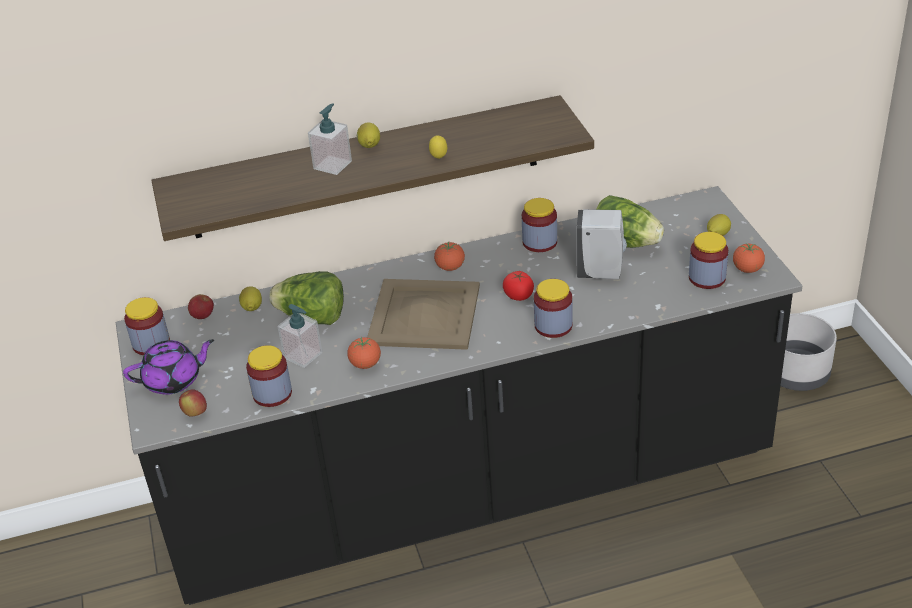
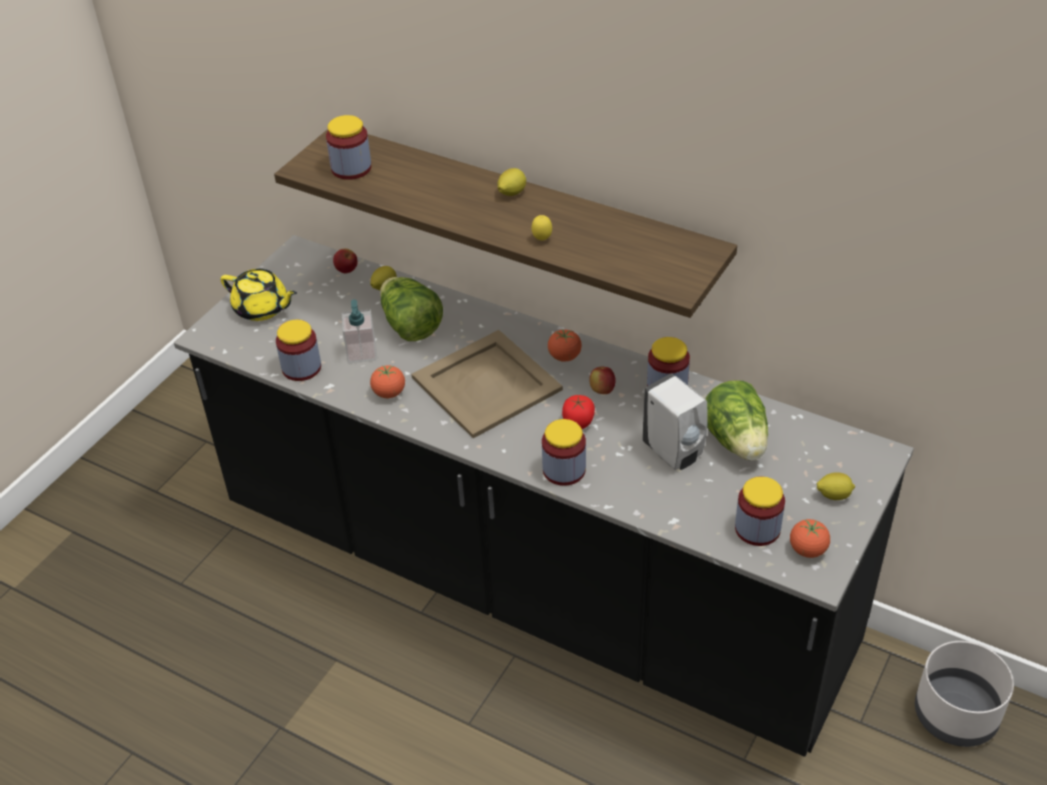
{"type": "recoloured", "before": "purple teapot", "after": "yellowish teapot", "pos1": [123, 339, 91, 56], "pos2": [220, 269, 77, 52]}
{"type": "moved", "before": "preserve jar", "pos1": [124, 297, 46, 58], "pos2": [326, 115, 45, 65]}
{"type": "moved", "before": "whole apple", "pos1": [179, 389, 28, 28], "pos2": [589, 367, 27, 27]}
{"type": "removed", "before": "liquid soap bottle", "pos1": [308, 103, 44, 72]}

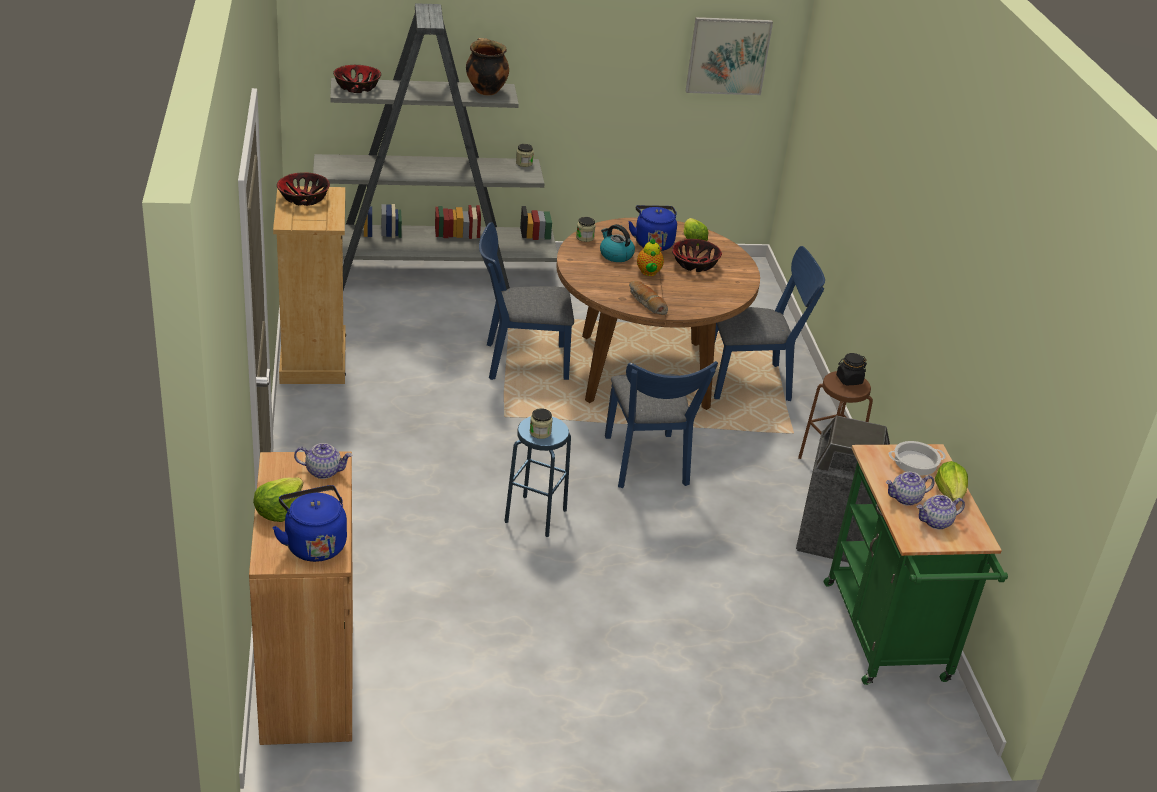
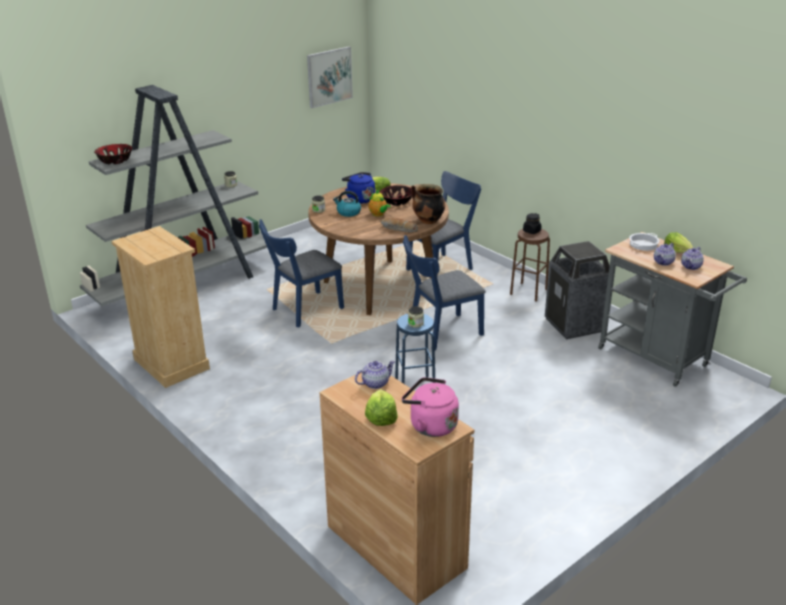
{"type": "recoloured", "before": "bluish kettle", "after": "pink-coloured kettle", "pos1": [272, 485, 75, 77], "pos2": [402, 377, 57, 60]}
{"type": "turned", "before": "bluish upright chair", "pos1": [605, 361, 113, 127], "pos2": [403, 235, 83, 115], "turn": 105}
{"type": "moved", "before": "cooking pot", "pos1": [466, 38, 43, 58], "pos2": [411, 184, 34, 40]}
{"type": "recoloured", "before": "greenish trolley", "after": "grey trolley", "pos1": [824, 444, 184, 241], "pos2": [598, 232, 149, 155]}
{"type": "removed", "before": "serving bowl", "pos1": [277, 172, 53, 34]}

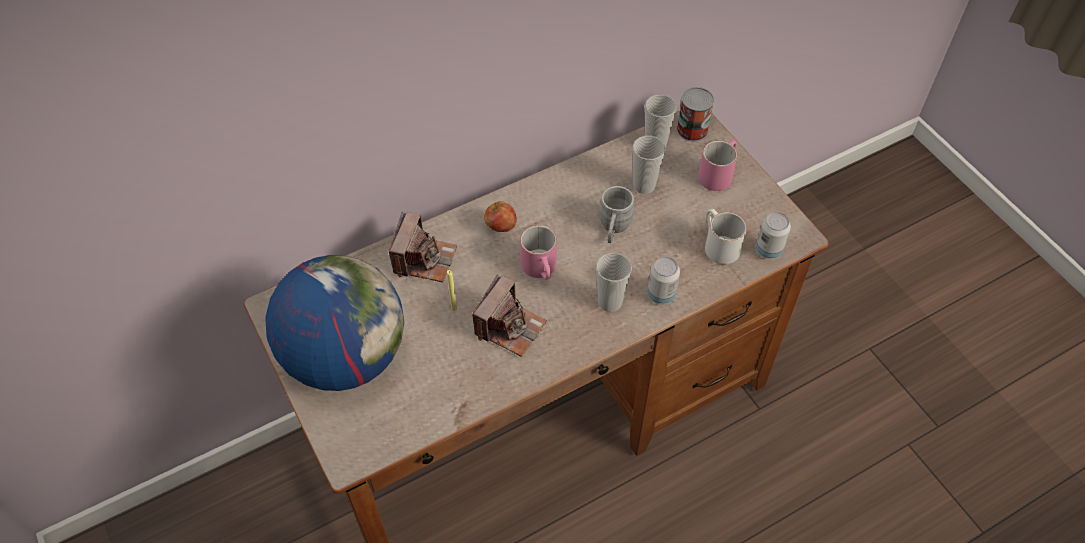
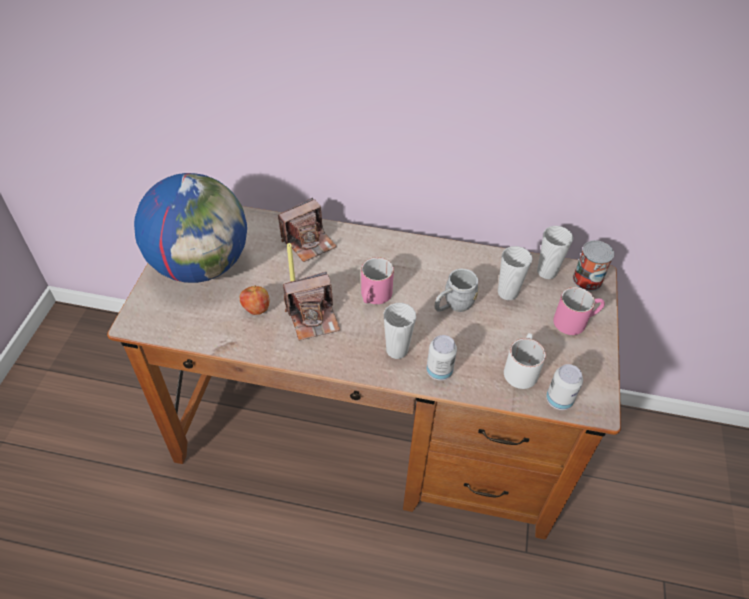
{"type": "moved", "before": "whole apple", "pos1": [484, 201, 33, 31], "pos2": [240, 285, 29, 30]}

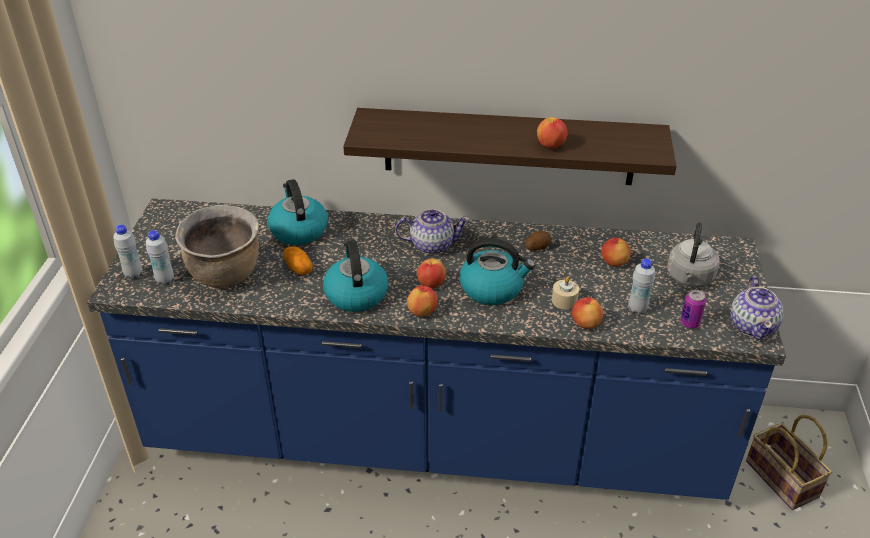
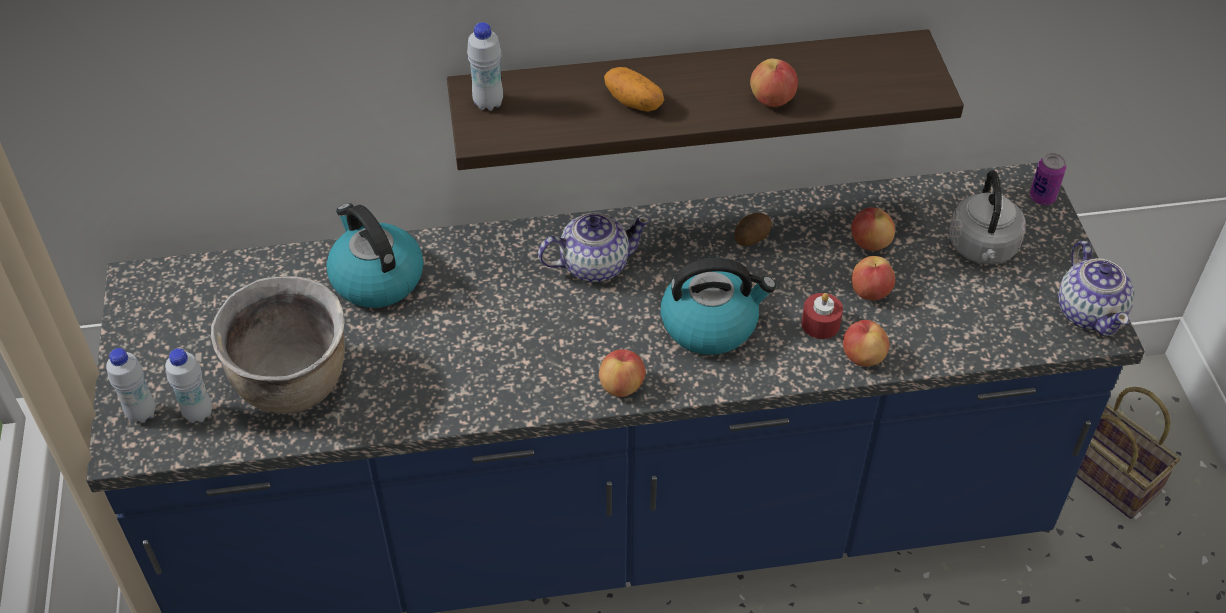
{"type": "moved", "before": "whitish drink bottle", "pos1": [628, 258, 27, 56], "pos2": [467, 22, 36, 89]}
{"type": "moved", "before": "potato", "pos1": [283, 246, 30, 29], "pos2": [604, 67, 60, 45]}
{"type": "recoloured", "before": "beige candle", "after": "reddish candle", "pos1": [552, 277, 27, 33], "pos2": [801, 293, 42, 46]}
{"type": "moved", "before": "whole apple", "pos1": [417, 259, 29, 29], "pos2": [852, 256, 43, 44]}
{"type": "moved", "before": "can", "pos1": [680, 290, 26, 39], "pos2": [1029, 153, 37, 52]}
{"type": "removed", "before": "kettle", "pos1": [323, 240, 65, 72]}

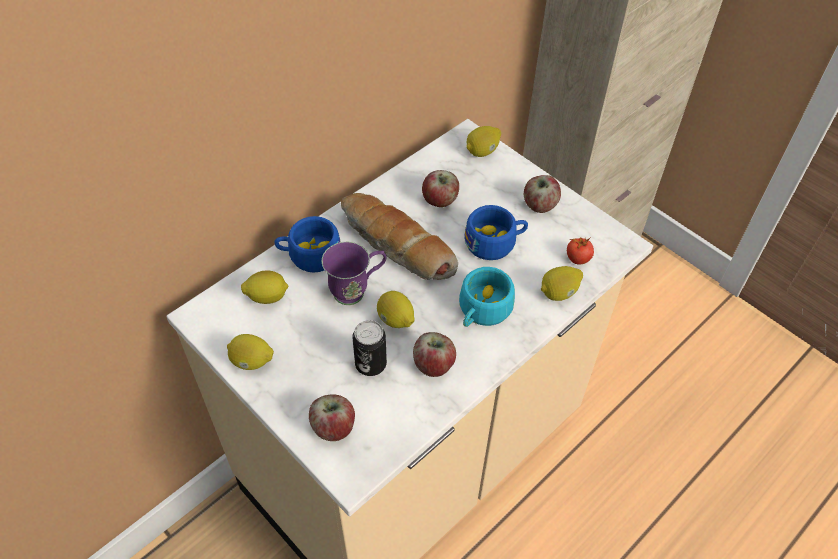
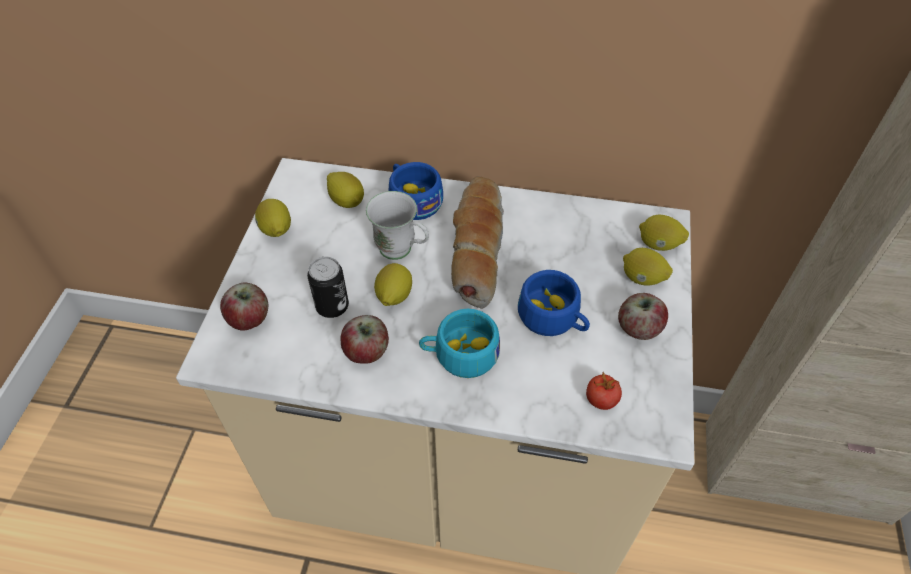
{"type": "recoloured", "before": "purple tea mug", "after": "whitish tea mug", "pos1": [321, 242, 65, 63], "pos2": [366, 191, 63, 69]}
{"type": "moved", "before": "lemon", "pos1": [541, 266, 42, 35], "pos2": [623, 248, 50, 38]}
{"type": "removed", "before": "whole apple", "pos1": [422, 170, 37, 37]}

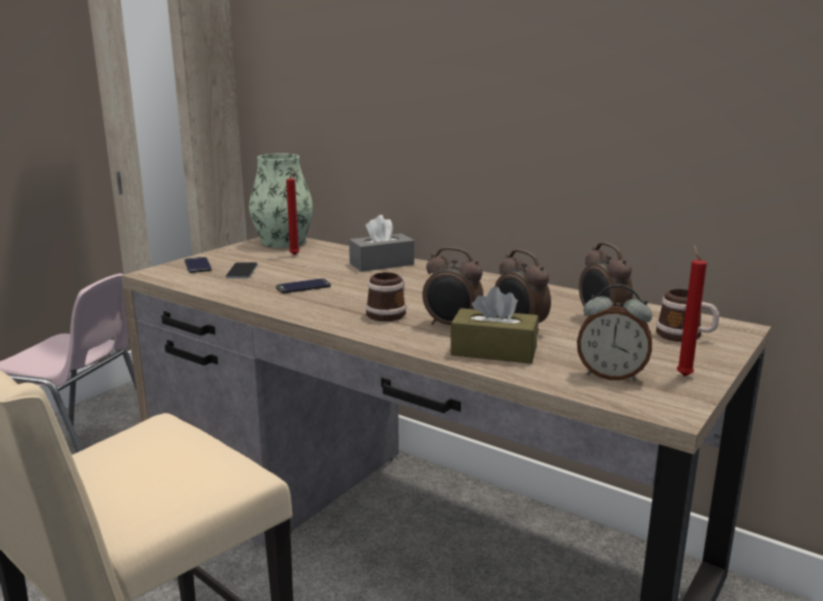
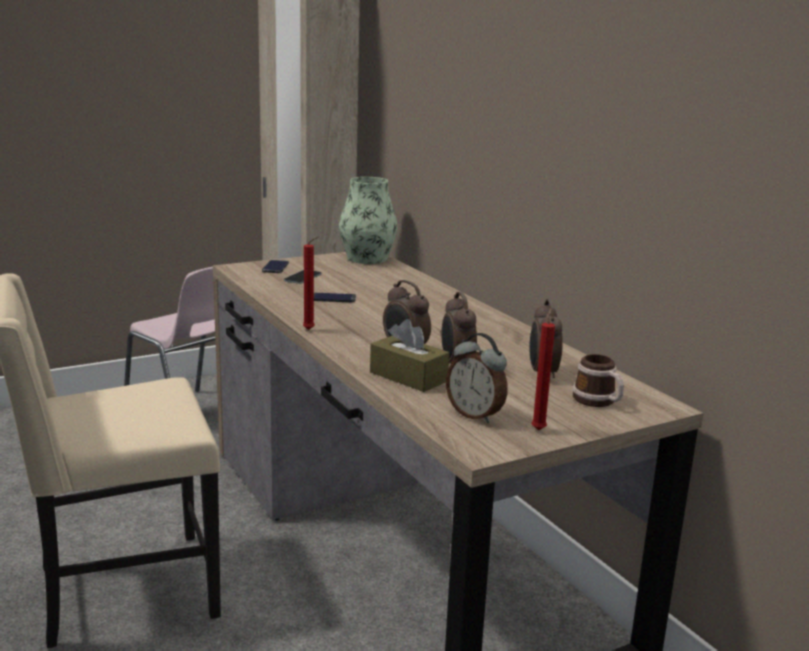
{"type": "moved", "before": "reddish candle", "pos1": [286, 170, 14, 85], "pos2": [303, 236, 16, 94]}
{"type": "removed", "before": "grey tissue holder", "pos1": [349, 215, 65, 57]}
{"type": "removed", "before": "tea mug", "pos1": [365, 272, 42, 49]}

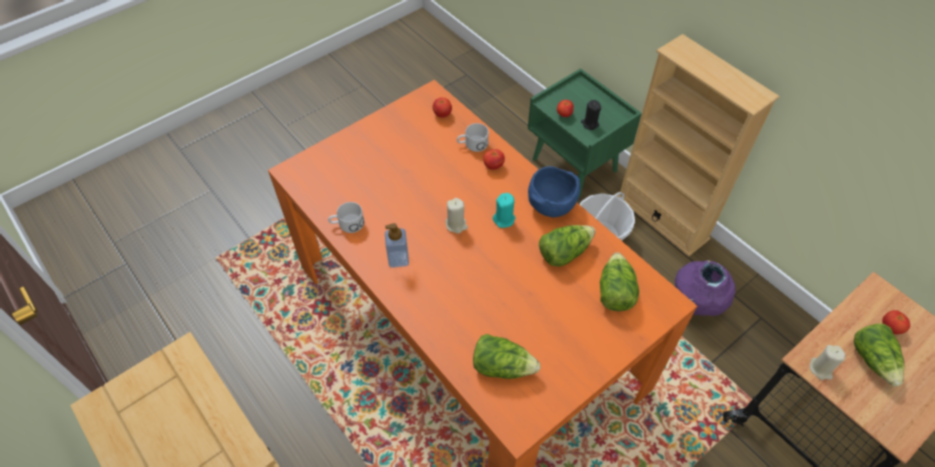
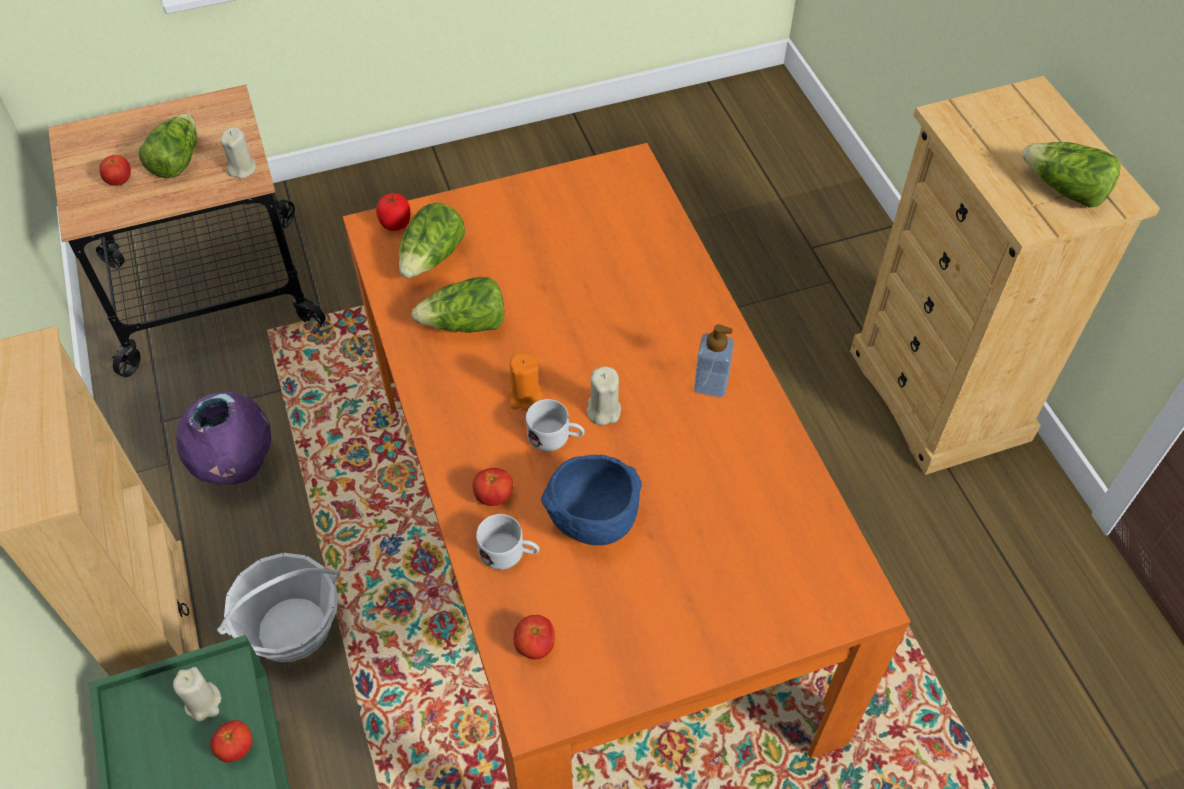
{"type": "recoloured", "before": "black-coloured candle", "after": "beige candle", "pos1": [581, 100, 20, 30], "pos2": [173, 667, 48, 54]}
{"type": "added", "after": "fresh tomato", "pos2": [376, 193, 34, 38]}
{"type": "recoloured", "before": "turquoise-coloured candle", "after": "orangey candle", "pos1": [493, 193, 22, 35], "pos2": [507, 353, 37, 57]}
{"type": "moved", "before": "whitish tea mug", "pos1": [328, 202, 36, 31], "pos2": [526, 399, 59, 52]}
{"type": "moved", "before": "bluish serving bowl", "pos1": [528, 166, 52, 51], "pos2": [541, 454, 101, 91]}
{"type": "moved", "before": "lettuce head", "pos1": [473, 334, 68, 45], "pos2": [1022, 142, 99, 66]}

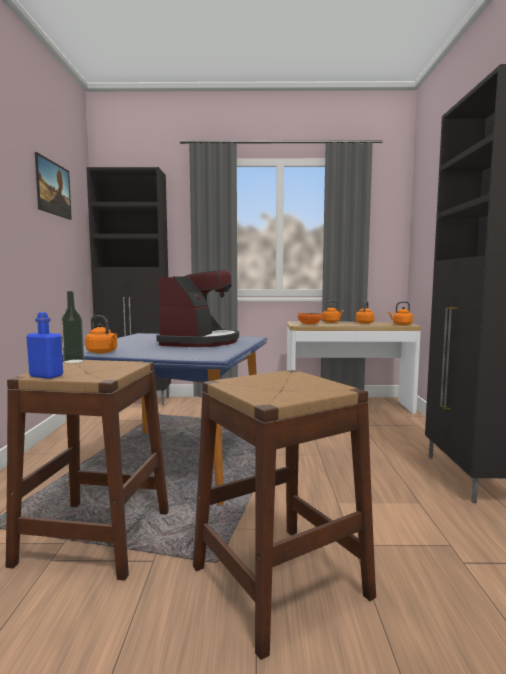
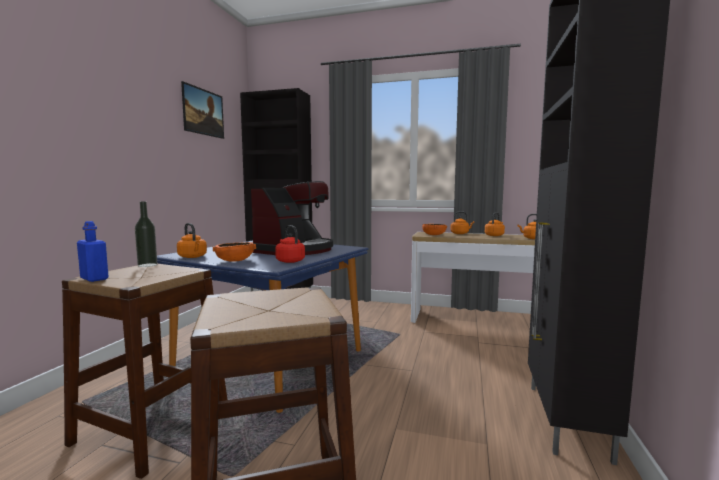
{"type": "added", "after": "orangey serving bowl", "pos2": [213, 242, 43, 20]}
{"type": "added", "after": "reddish kettle", "pos2": [275, 225, 30, 38]}

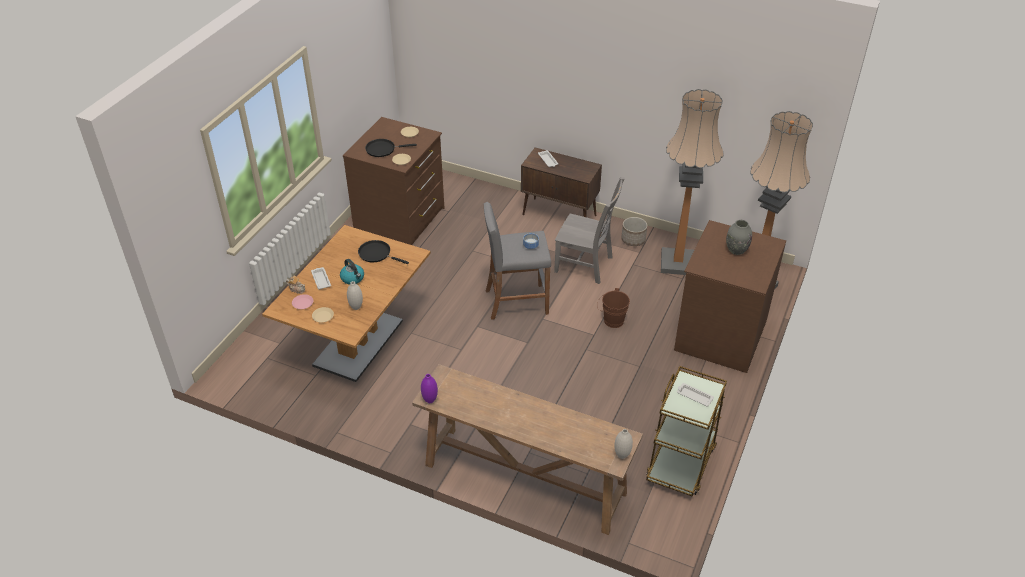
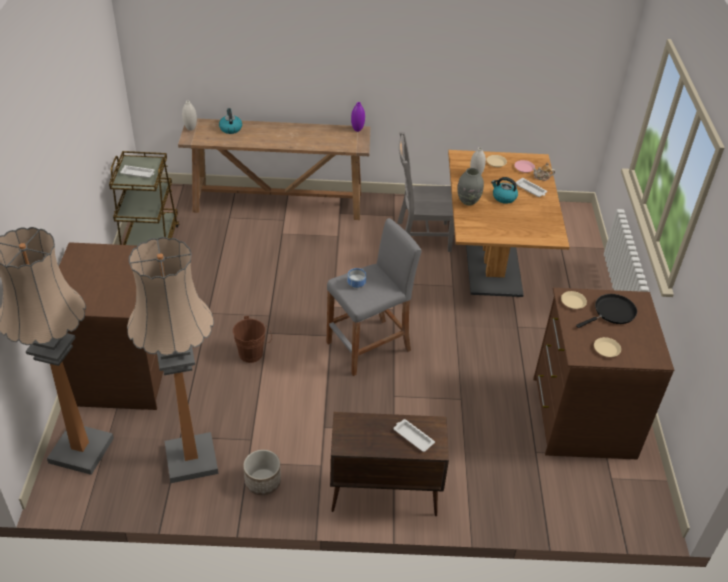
{"type": "added", "after": "kettle", "pos2": [219, 108, 23, 26]}
{"type": "moved", "before": "grey upright chair", "pos1": [554, 177, 70, 107], "pos2": [397, 132, 57, 120]}
{"type": "moved", "before": "grey decorative vase", "pos1": [726, 220, 26, 35], "pos2": [457, 168, 27, 37]}
{"type": "removed", "before": "black-coloured frying pan", "pos1": [358, 240, 51, 24]}

